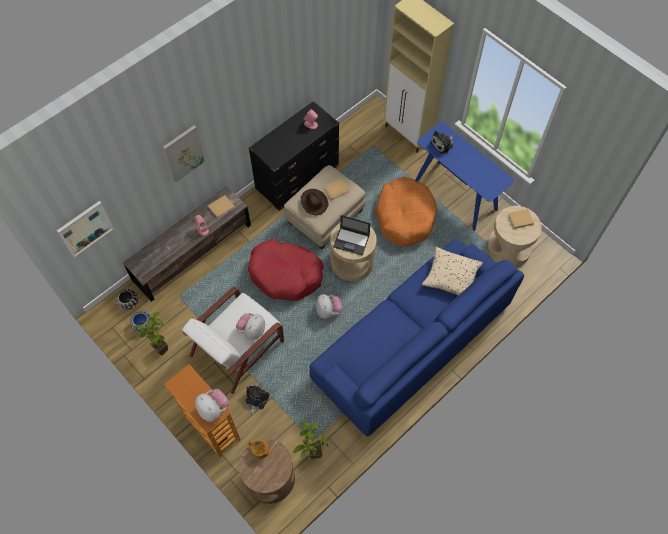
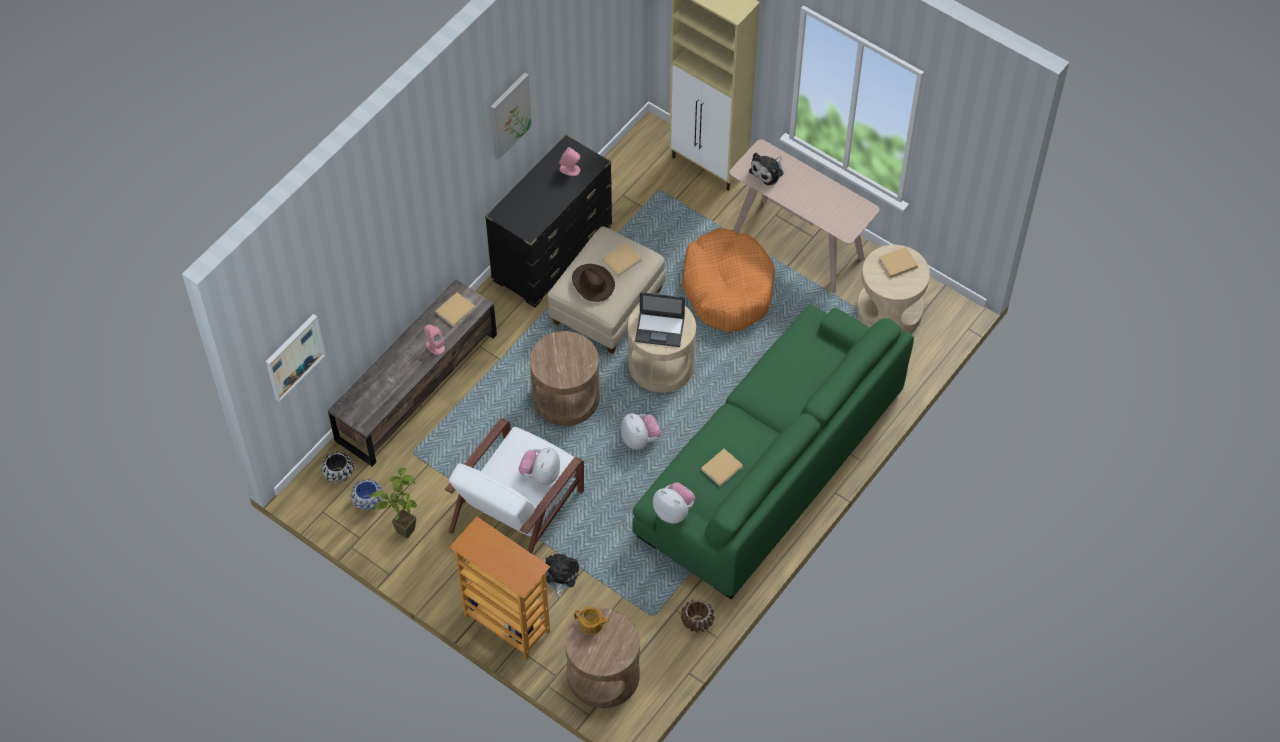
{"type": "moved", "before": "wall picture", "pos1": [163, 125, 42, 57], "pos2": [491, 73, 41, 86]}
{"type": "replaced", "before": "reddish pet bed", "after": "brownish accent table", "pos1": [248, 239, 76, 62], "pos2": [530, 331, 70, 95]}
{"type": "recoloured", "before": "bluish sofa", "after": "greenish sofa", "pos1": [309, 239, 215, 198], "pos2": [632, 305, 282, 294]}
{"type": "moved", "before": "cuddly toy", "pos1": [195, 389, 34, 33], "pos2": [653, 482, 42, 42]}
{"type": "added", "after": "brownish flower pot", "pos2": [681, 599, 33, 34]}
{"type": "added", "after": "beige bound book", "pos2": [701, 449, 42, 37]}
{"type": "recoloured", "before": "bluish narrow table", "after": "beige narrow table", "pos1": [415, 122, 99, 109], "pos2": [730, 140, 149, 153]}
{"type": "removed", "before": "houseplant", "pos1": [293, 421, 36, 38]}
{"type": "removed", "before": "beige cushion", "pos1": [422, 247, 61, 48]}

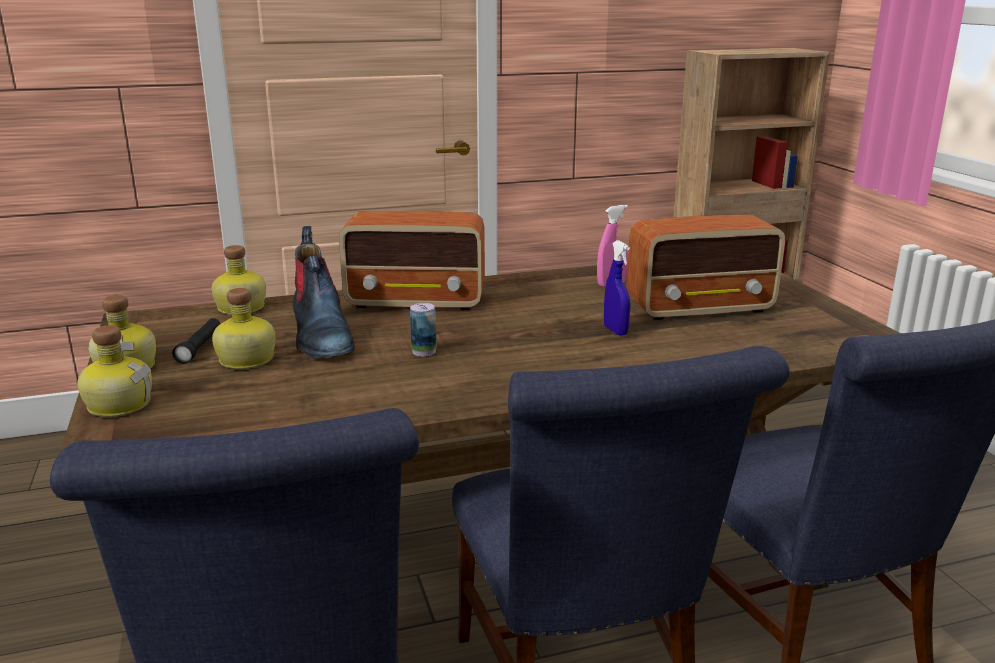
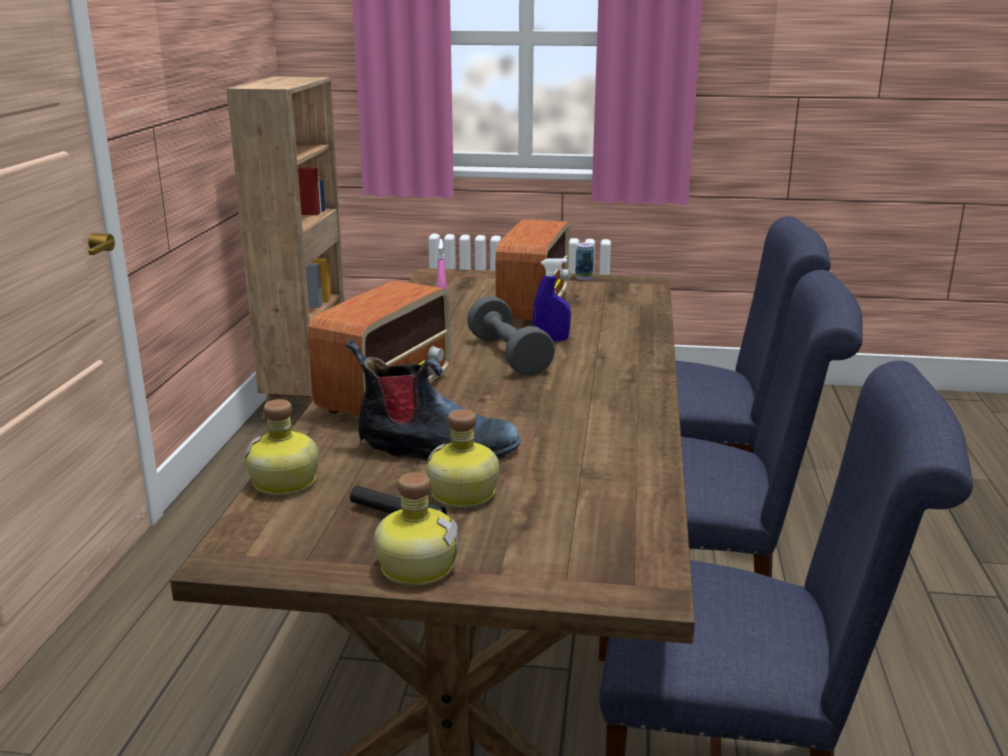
{"type": "added", "after": "grey hand weight", "pos2": [467, 296, 88, 80]}
{"type": "moved", "before": "can", "pos1": [410, 303, 27, 54], "pos2": [575, 243, 19, 37]}
{"type": "removed", "before": "drink bottle", "pos1": [77, 325, 75, 92]}

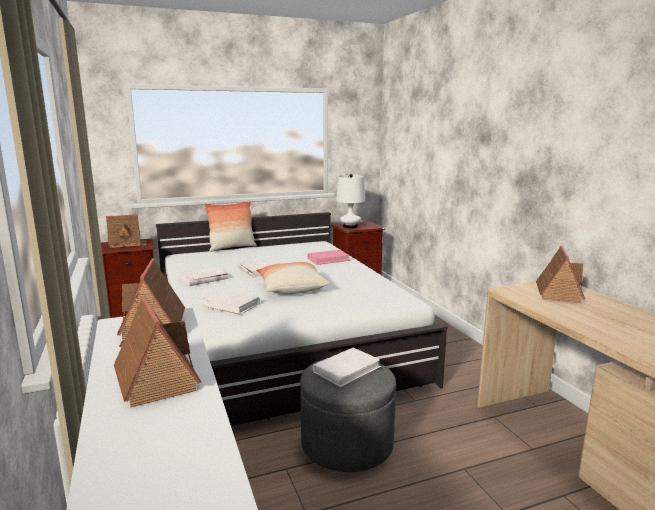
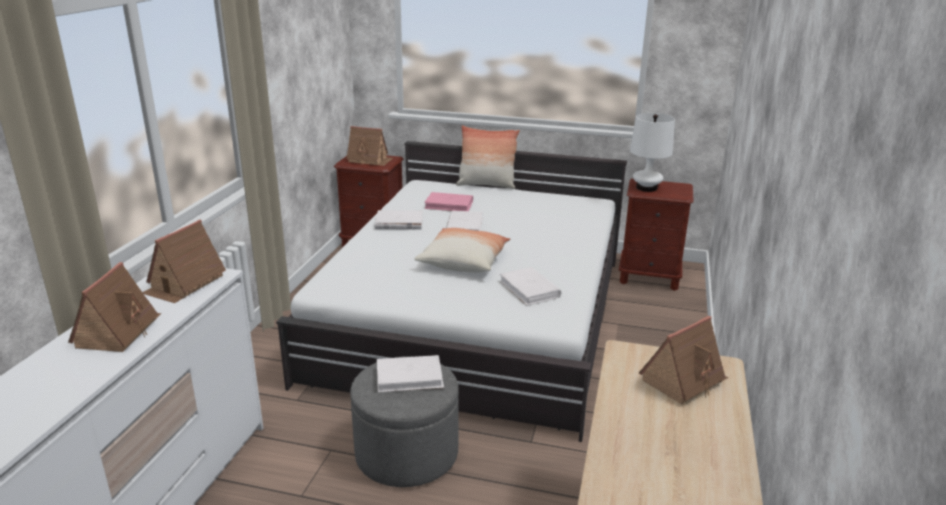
{"type": "moved", "before": "pink-coloured bound book", "pos1": [307, 250, 43, 15], "pos2": [424, 192, 49, 19]}
{"type": "moved", "before": "whitish bound book", "pos1": [201, 290, 59, 25], "pos2": [499, 267, 62, 39]}

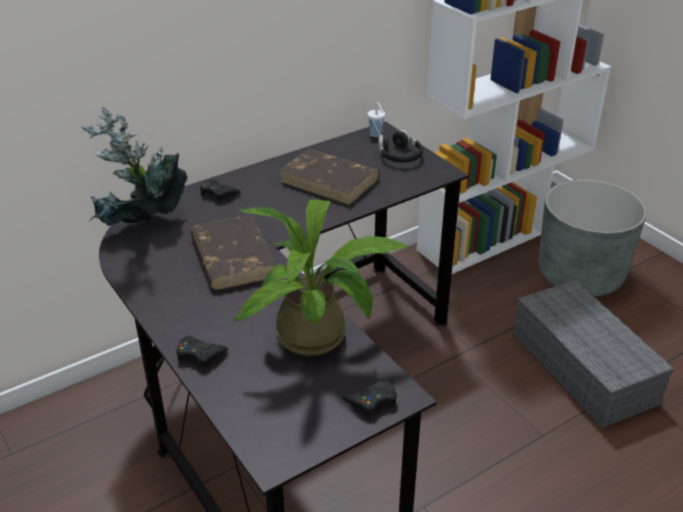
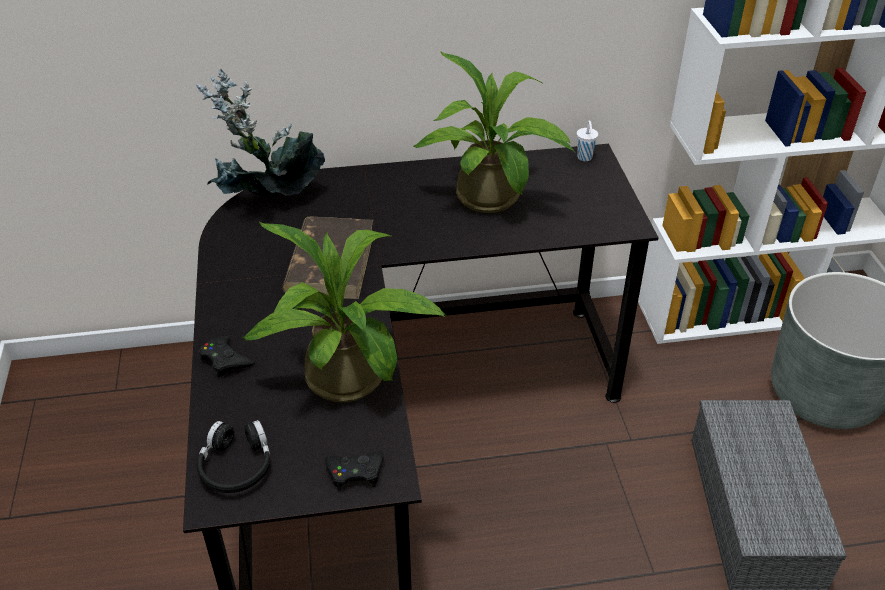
{"type": "moved", "before": "black-coloured headphones", "pos1": [378, 130, 45, 32], "pos2": [196, 420, 75, 73]}
{"type": "replaced", "before": "brownish bound book", "after": "houseplant", "pos1": [279, 149, 101, 56], "pos2": [414, 51, 161, 162]}
{"type": "removed", "before": "black-coloured gamepad", "pos1": [200, 179, 41, 23]}

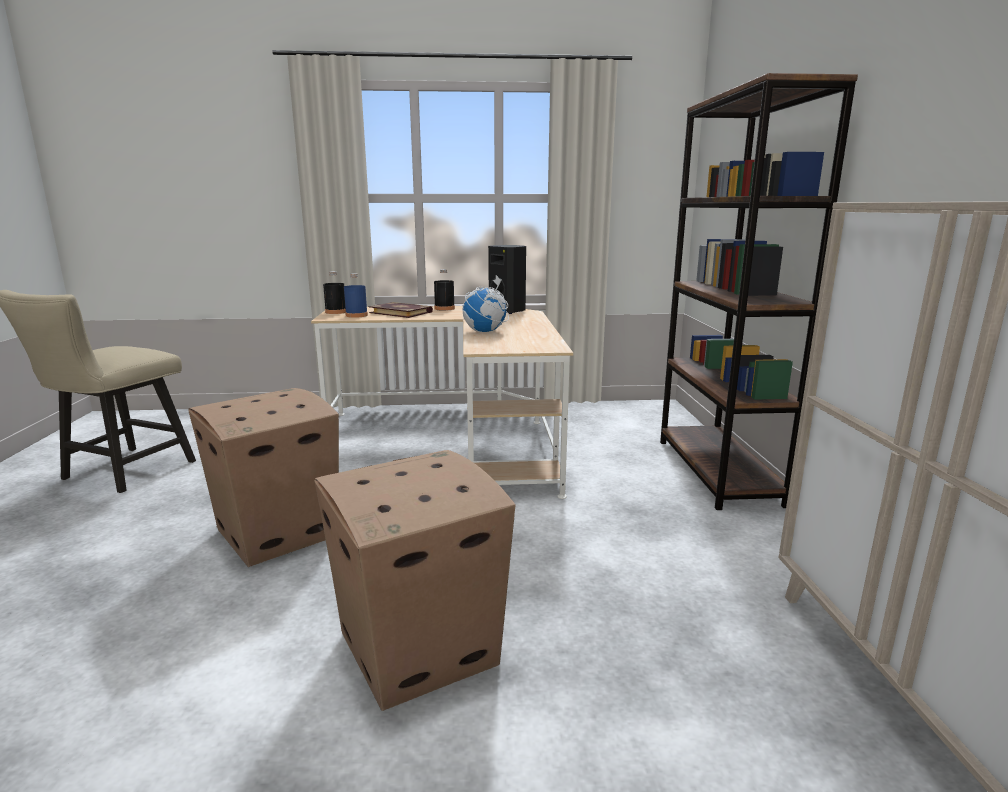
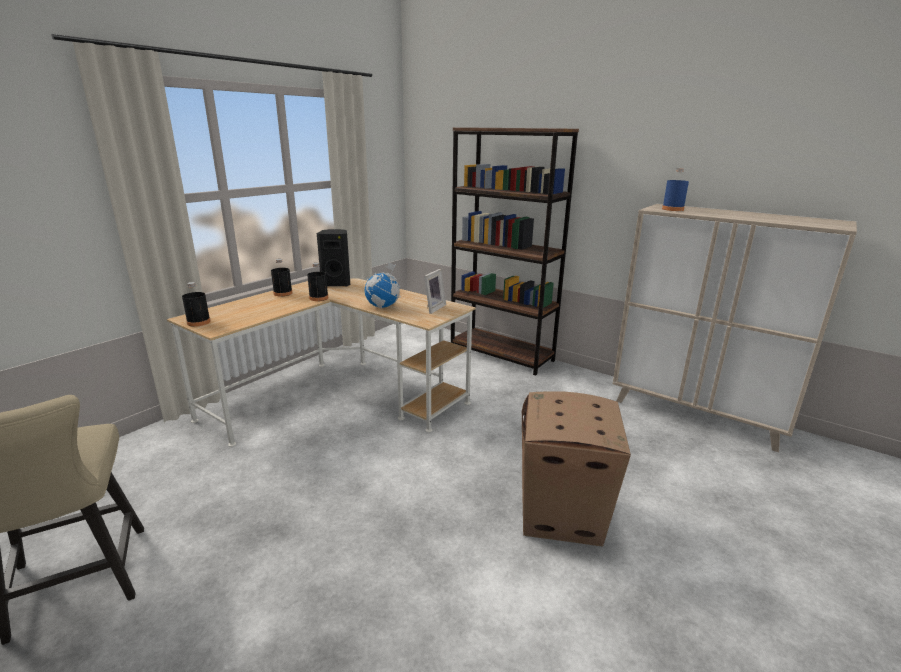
{"type": "added", "after": "black-coloured drink bottle", "pos2": [307, 263, 21, 38]}
{"type": "added", "after": "picture frame", "pos2": [424, 269, 22, 45]}
{"type": "moved", "before": "bluish drink bottle", "pos1": [344, 273, 24, 45], "pos2": [662, 168, 27, 43]}
{"type": "removed", "before": "cardboard box", "pos1": [188, 388, 151, 179]}
{"type": "removed", "before": "bound book", "pos1": [369, 302, 64, 16]}

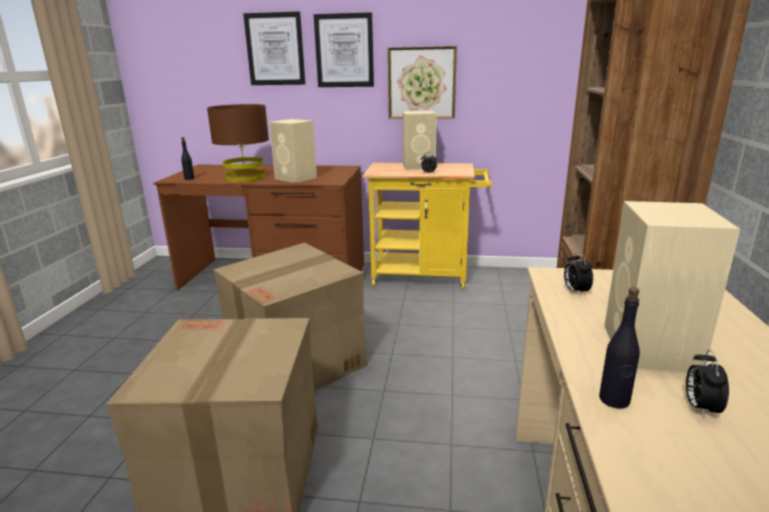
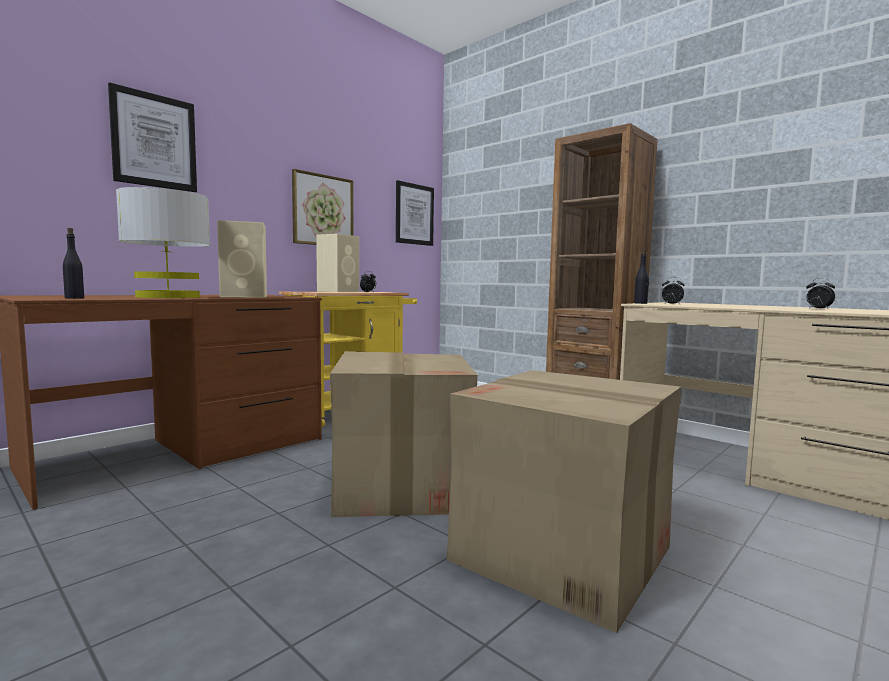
{"type": "recoloured", "before": "brownish lamp for a table", "after": "grey lamp for a table", "pos1": [207, 104, 62, 78], "pos2": [116, 187, 94, 111]}
{"type": "moved", "before": "wall picture", "pos1": [314, 12, 60, 75], "pos2": [396, 180, 38, 66]}
{"type": "moved", "before": "black-coloured drink bottle", "pos1": [599, 287, 41, 122], "pos2": [634, 250, 15, 54]}
{"type": "removed", "before": "beige audio speaker", "pos1": [604, 201, 136, 172]}

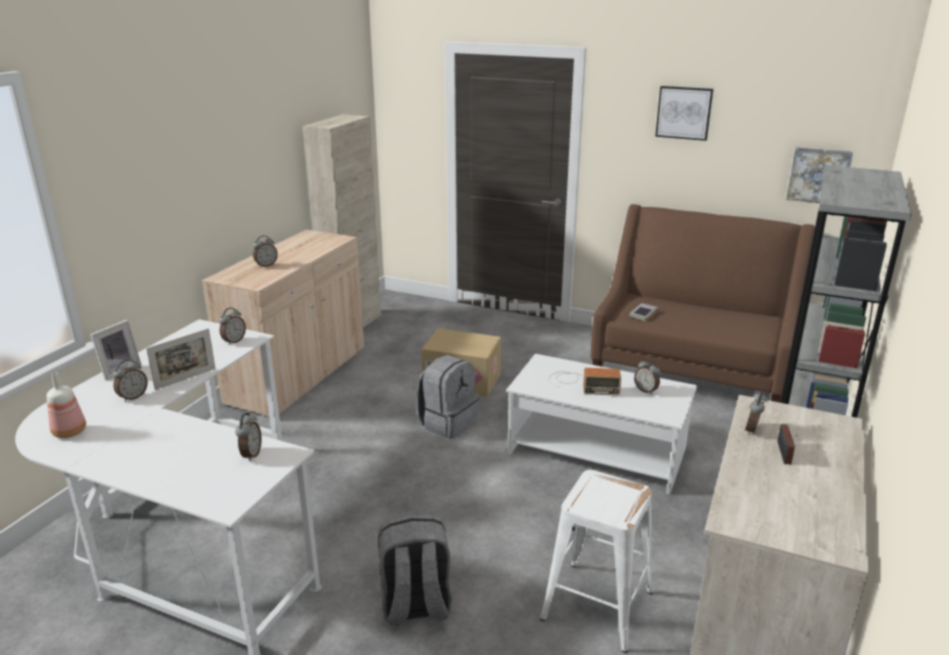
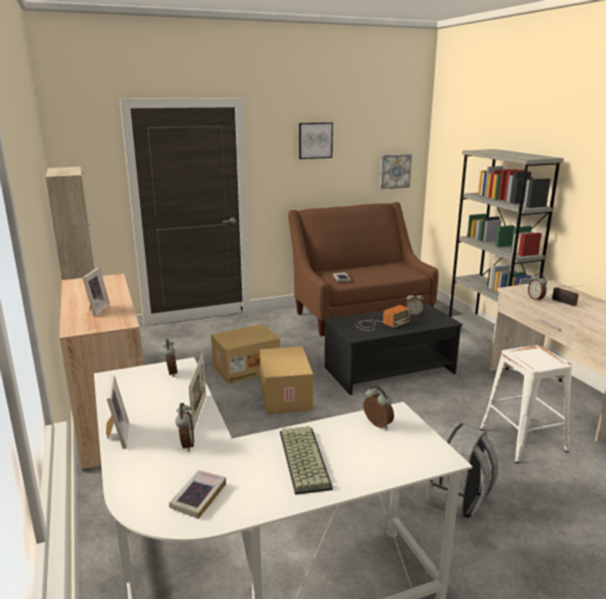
{"type": "replaced", "before": "alarm clock", "after": "picture frame", "pos1": [253, 235, 25, 33], "pos2": [82, 267, 28, 50]}
{"type": "replaced", "before": "drink bottle", "after": "bound book", "pos1": [47, 373, 39, 65], "pos2": [169, 470, 57, 49]}
{"type": "replaced", "before": "grey knapsack", "after": "cardboard box", "pos1": [417, 355, 62, 84], "pos2": [259, 346, 54, 68]}
{"type": "added", "after": "computer keyboard", "pos2": [280, 426, 53, 69]}
{"type": "recoloured", "before": "whitish coffee table", "after": "black-coloured coffee table", "pos1": [506, 354, 191, 140], "pos2": [323, 304, 140, 91]}

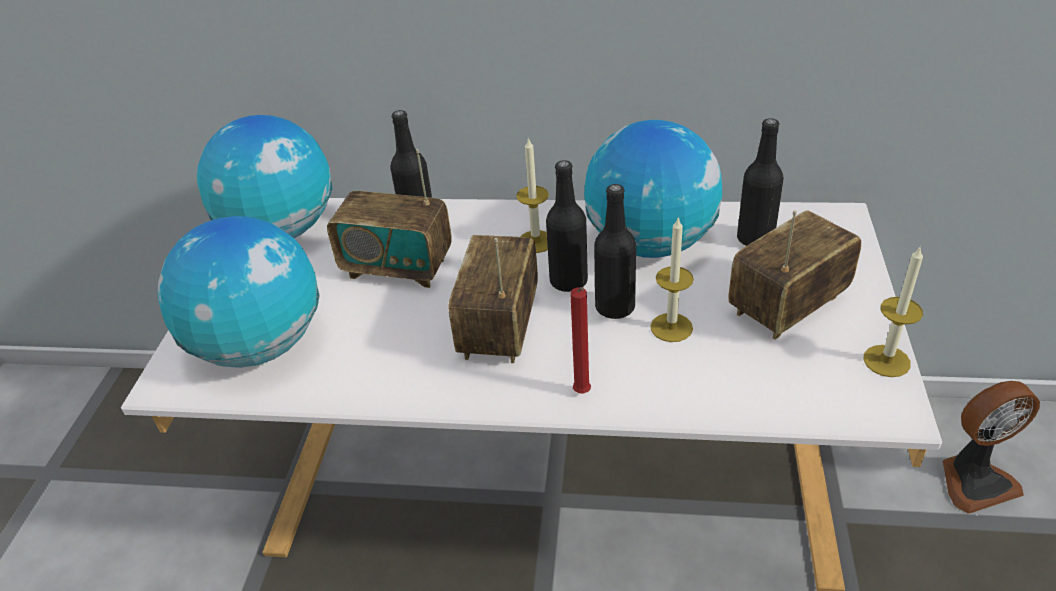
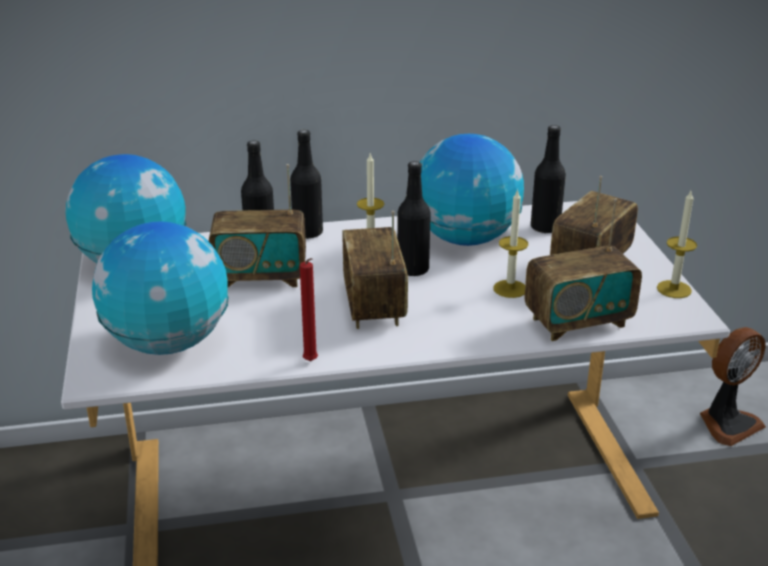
{"type": "moved", "before": "black-coloured drink bottle", "pos1": [594, 184, 42, 135], "pos2": [290, 130, 33, 109]}
{"type": "moved", "before": "reddish candle", "pos1": [571, 287, 20, 106], "pos2": [300, 258, 18, 103]}
{"type": "added", "after": "radio set", "pos2": [524, 198, 118, 143]}

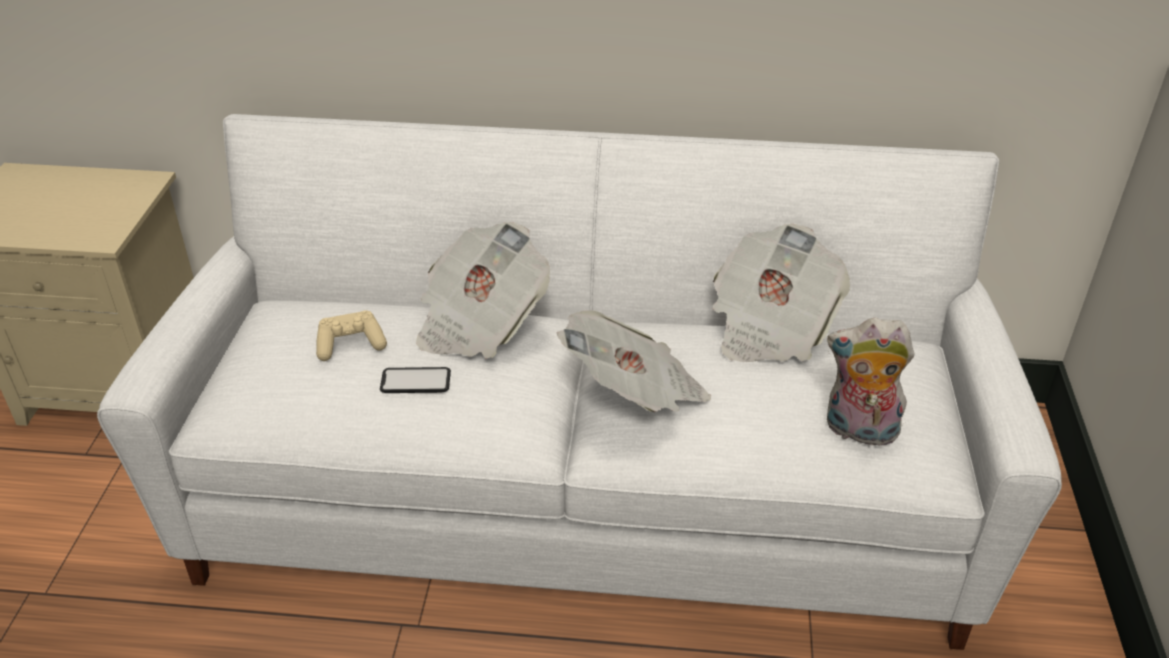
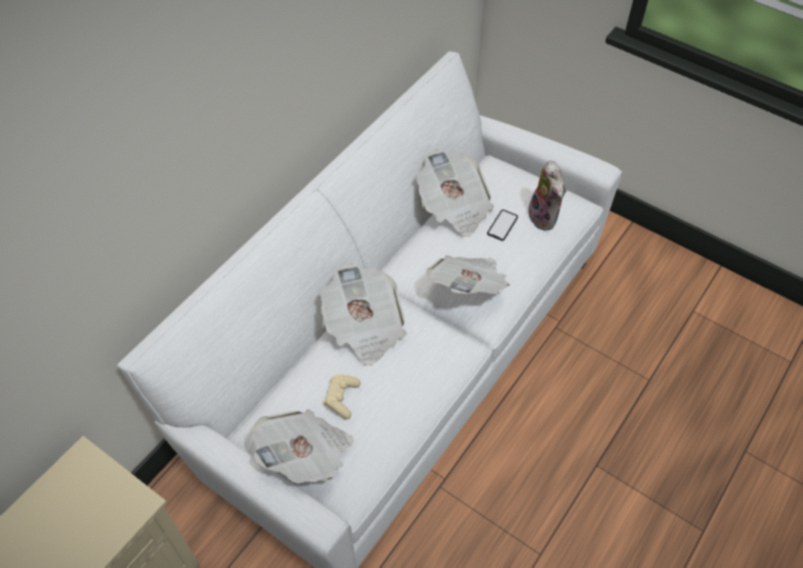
{"type": "added", "after": "printed paper", "pos2": [250, 409, 104, 74]}
{"type": "moved", "before": "handset", "pos1": [380, 367, 71, 26], "pos2": [487, 209, 31, 32]}
{"type": "turned", "before": "cuddly toy", "pos1": [827, 317, 87, 133], "pos2": [528, 160, 39, 71], "turn": -60}

